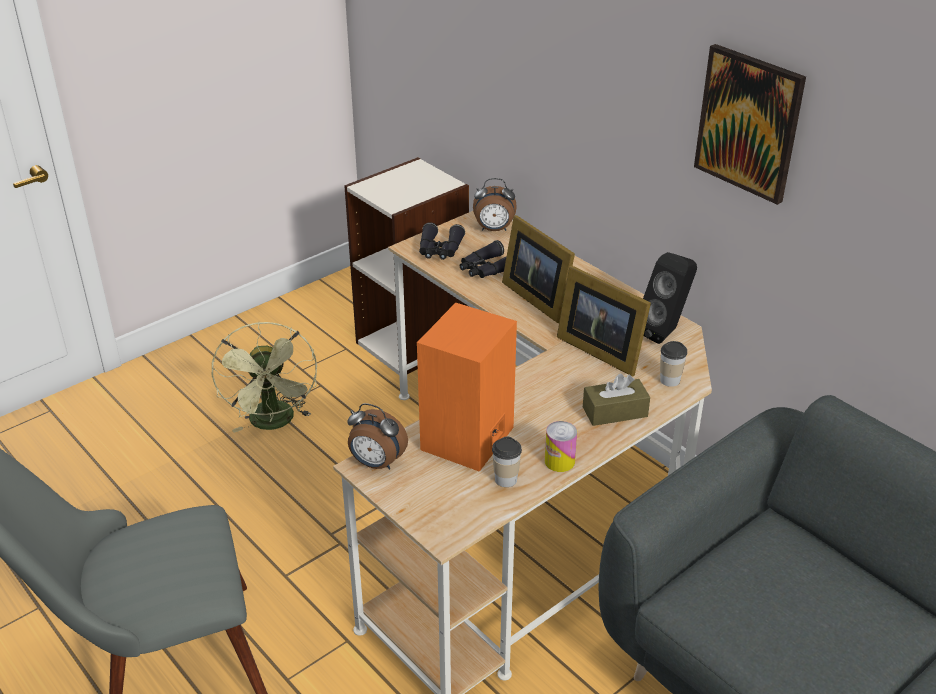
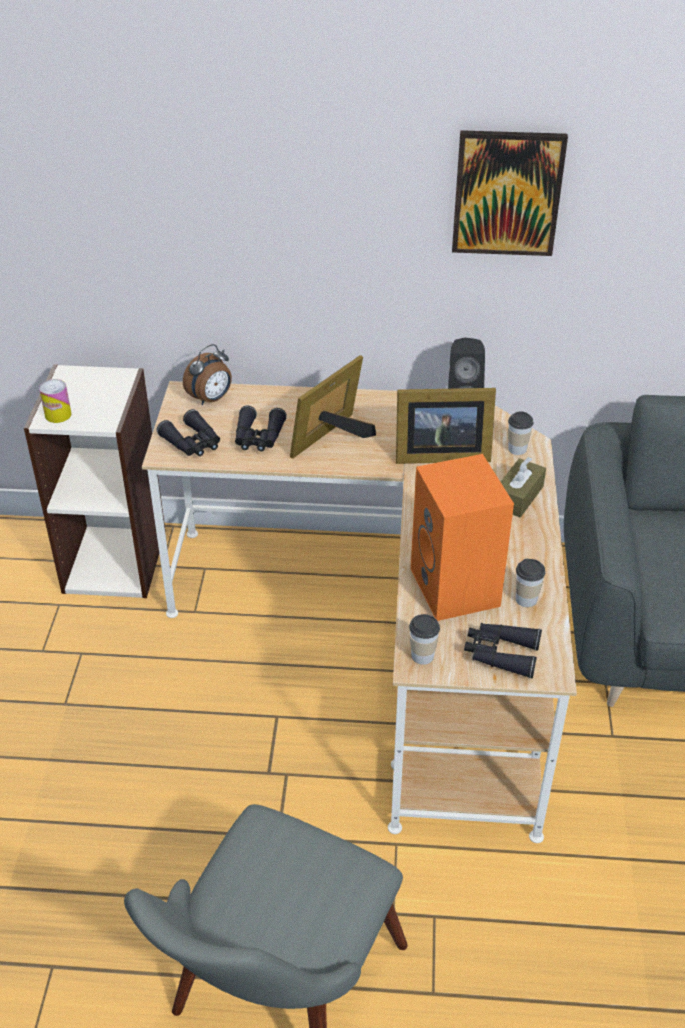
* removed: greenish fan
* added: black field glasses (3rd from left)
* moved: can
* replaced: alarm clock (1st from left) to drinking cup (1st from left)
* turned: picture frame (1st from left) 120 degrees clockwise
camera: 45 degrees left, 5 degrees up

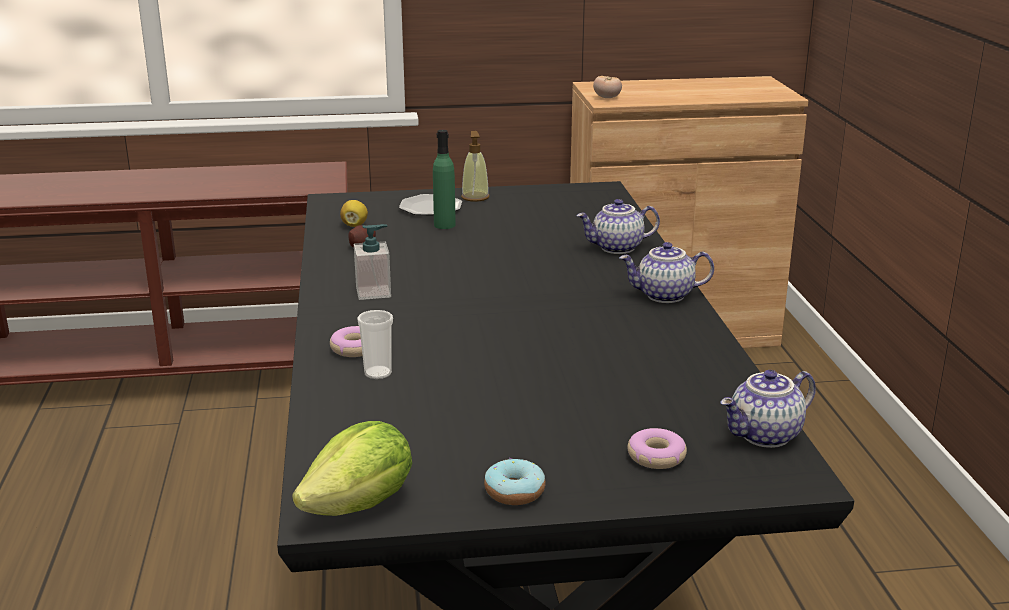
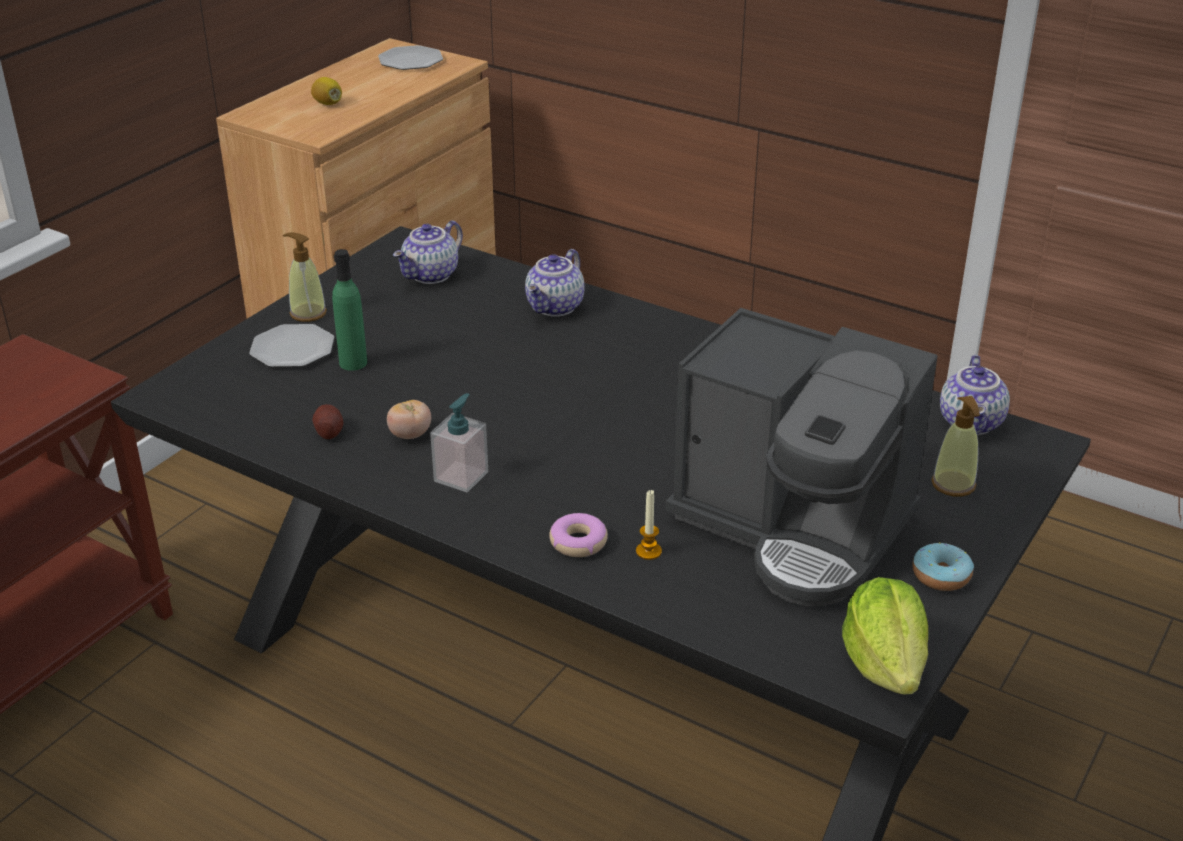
* added: dinner plate (2nd from left)
* added: coffee maker
* moved: lemon
* moved: fresh tomato
* moved: tea pot (2nd from left in the first image) to tea pot (1st from left)
* replaced: drinking cup to candle
* replaced: ring doughnut (3rd from left) to liquid soap bottle (3rd from left)
camera: 50 degrees left, 10 degrees up

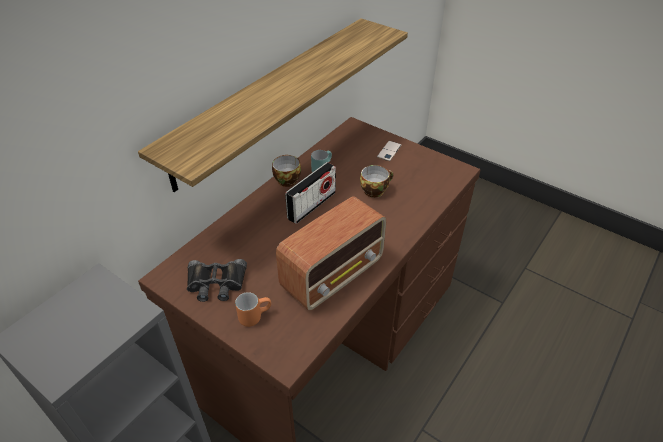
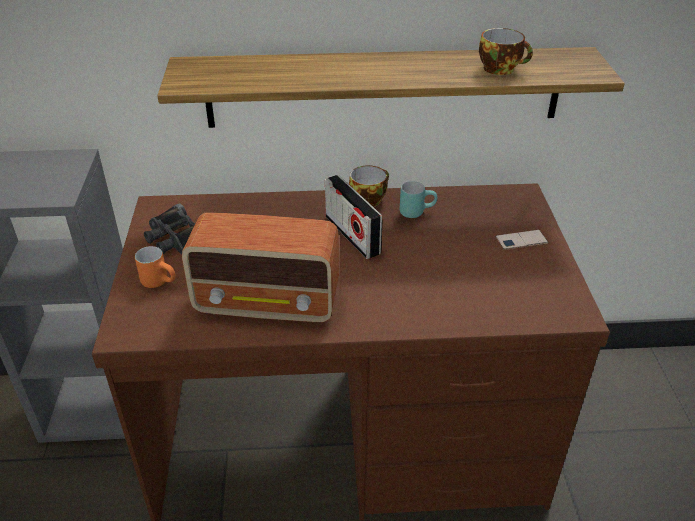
* moved: drinking cup (2nd from left)
* turned: radio set (1st from left in the first image) 60 degrees clockwise
camera: 50 degrees right, 5 degrees down

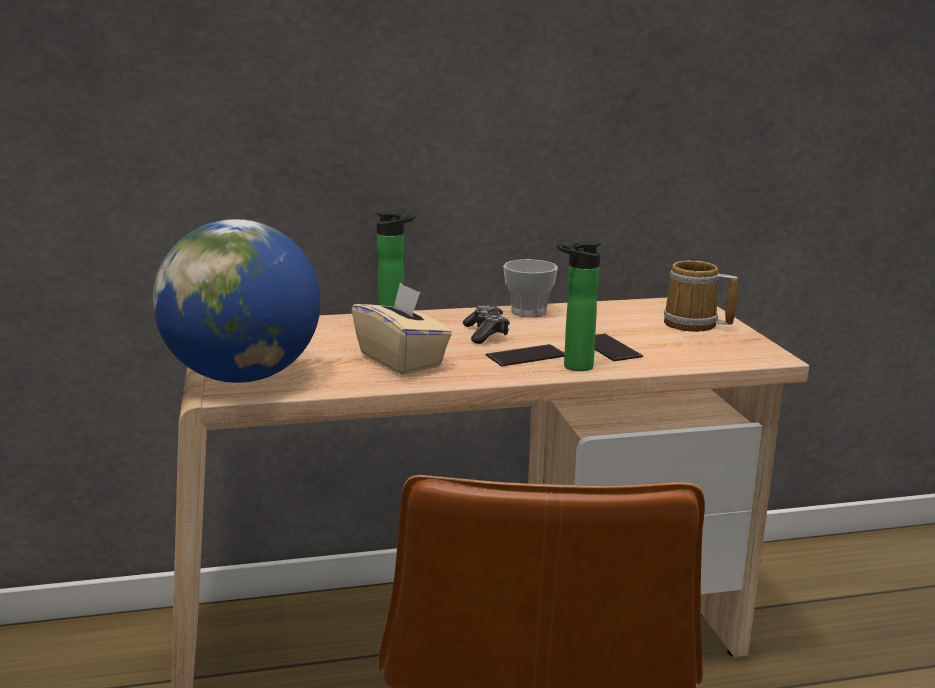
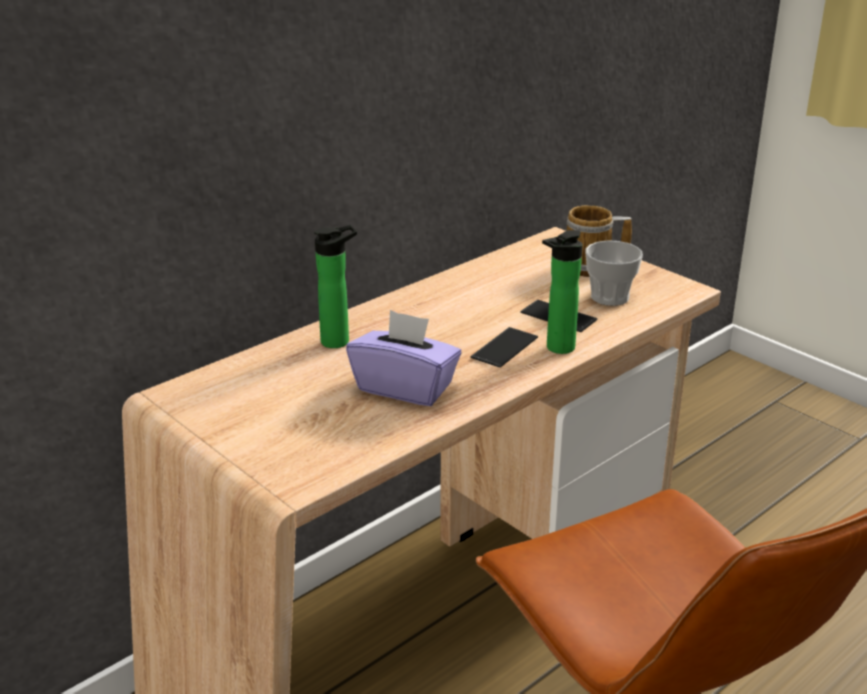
* removed: globe
* removed: game controller
* moved: drinking cup
* recoloured: beige box of tissues to purple box of tissues
camera: 30 degrees left, 10 degrees up

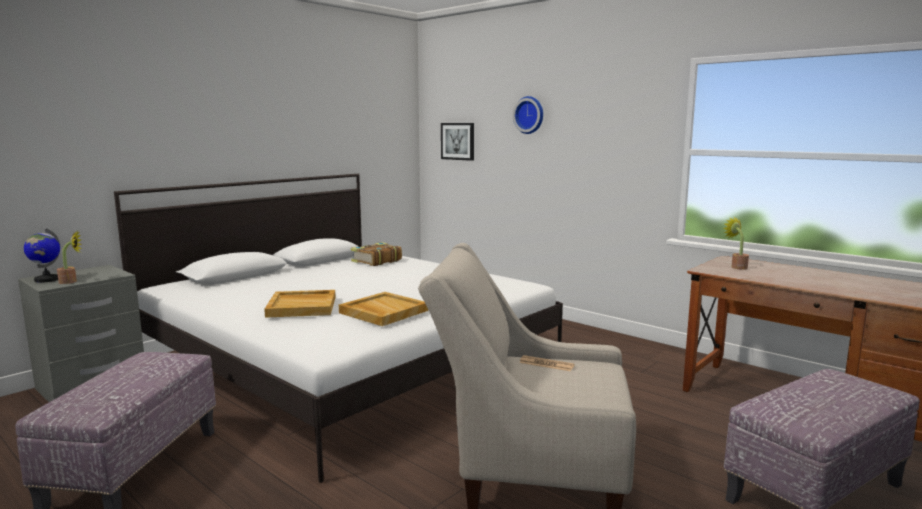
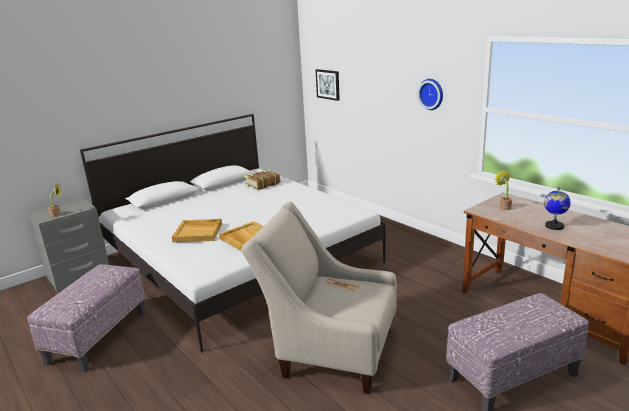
* moved: globe
* moved: hanging clock
camera: 10 degrees right, 10 degrees up

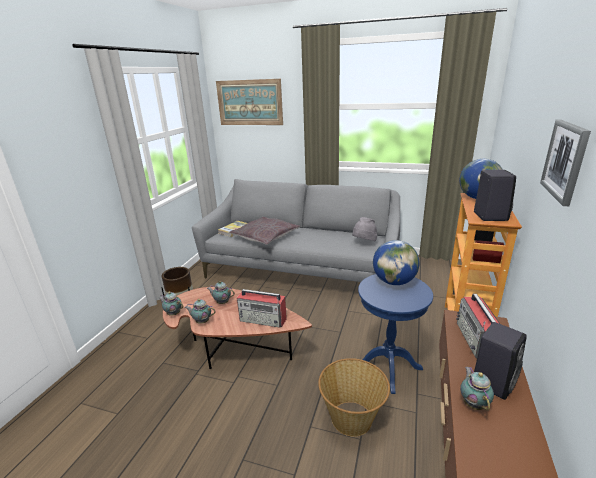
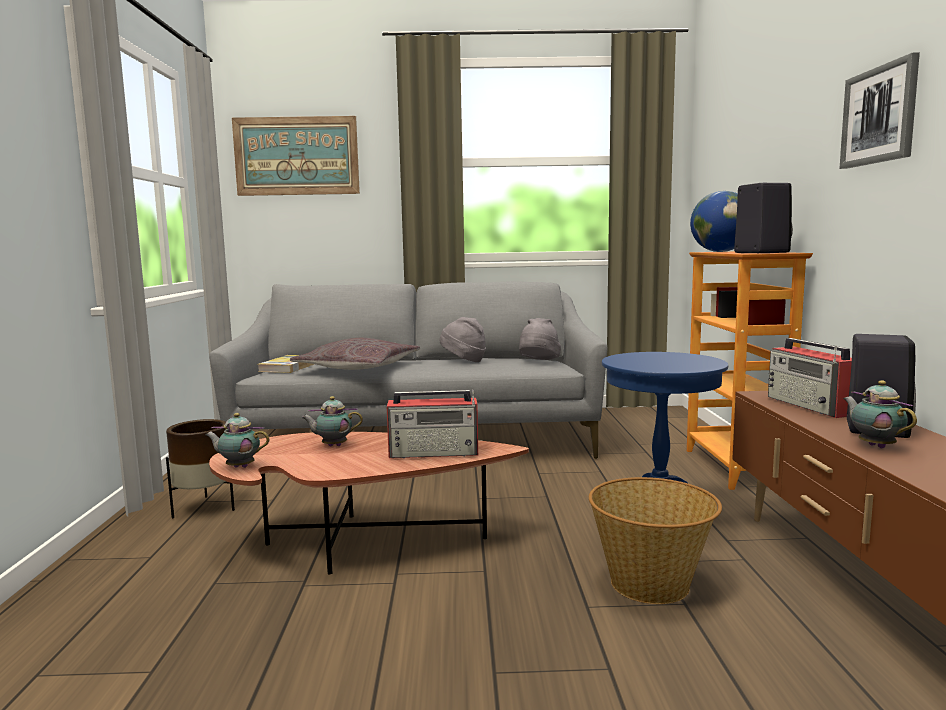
* removed: tea pot (2nd from left)
* removed: globe (1st from left)
* added: grey wearable hat (1st from left)
camera: 20 degrees left, 15 degrees down

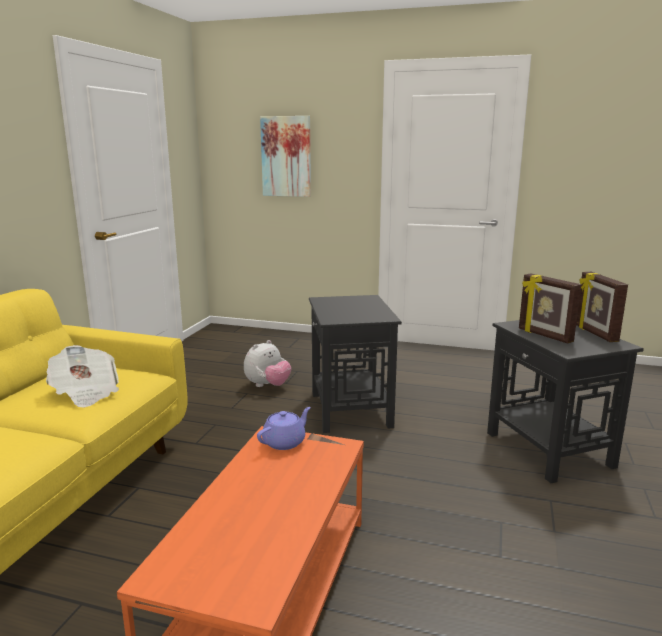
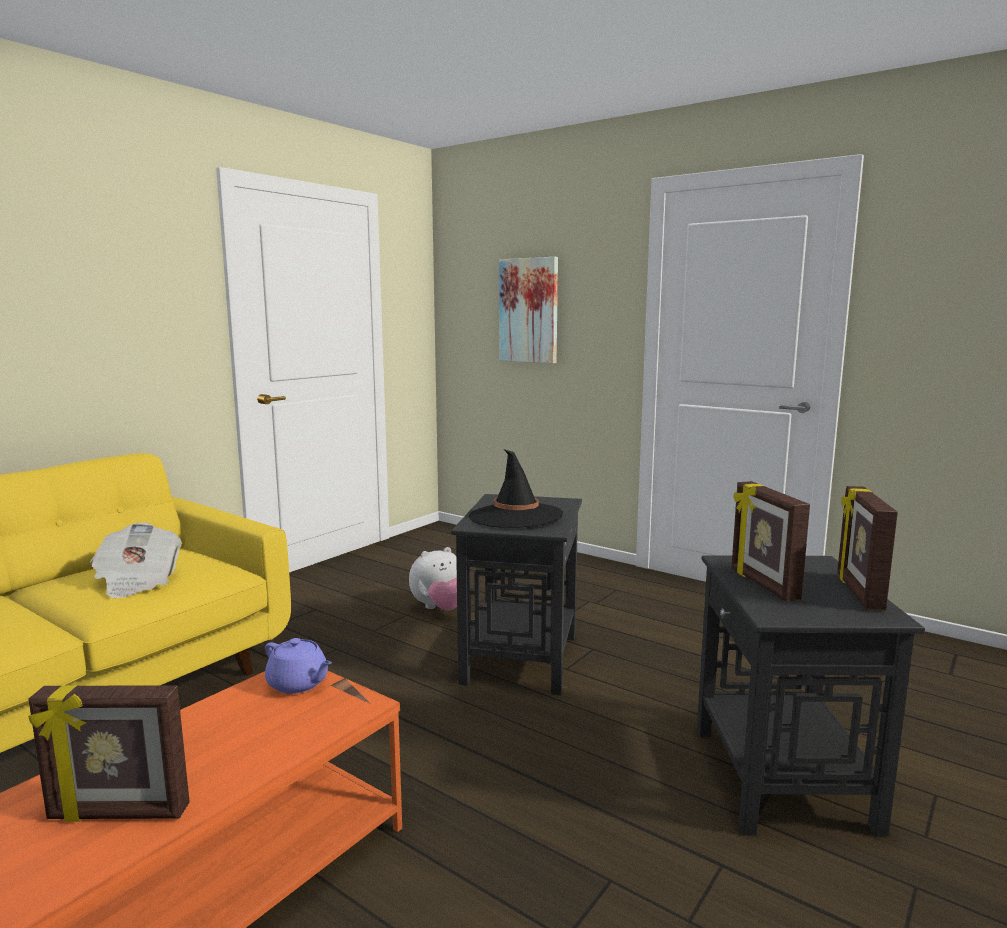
* added: picture frame (1st from left)
* added: black wearable hat
* turned: purple tea pot 60 degrees clockwise
camera: 20 degrees right, 5 degrees down

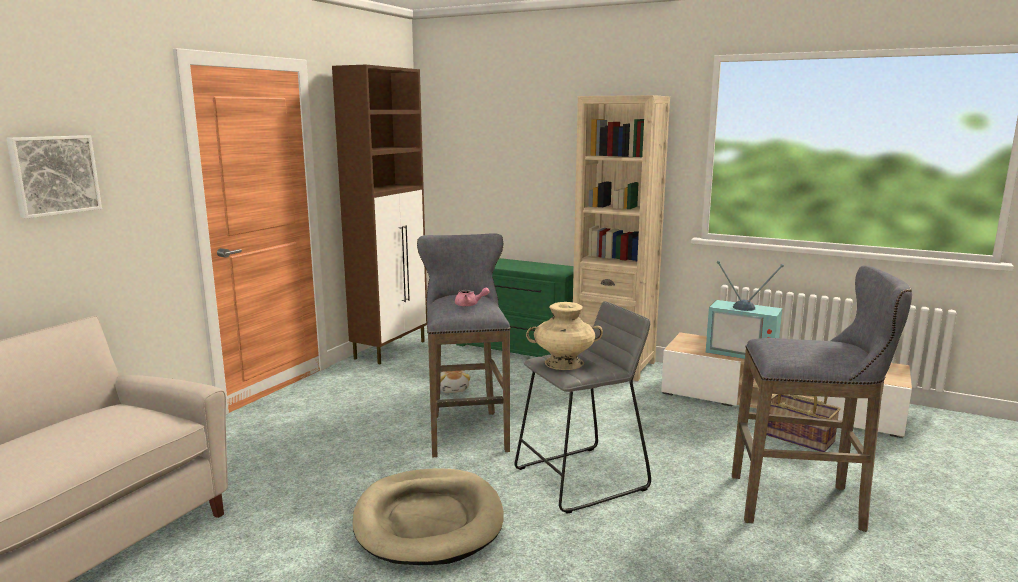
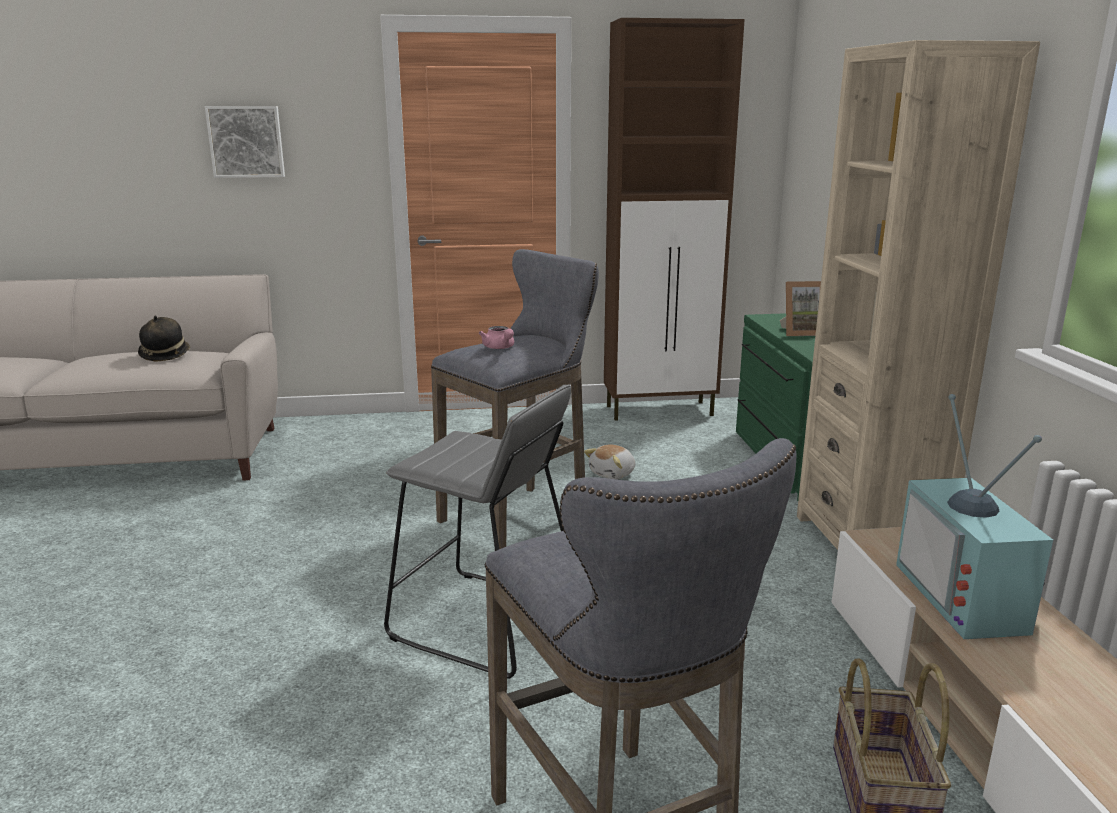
* removed: beige pet bed
* removed: beige flower vase
* added: wearable hat
* added: picture frame
camera: 55 degrees right, 5 degrees up

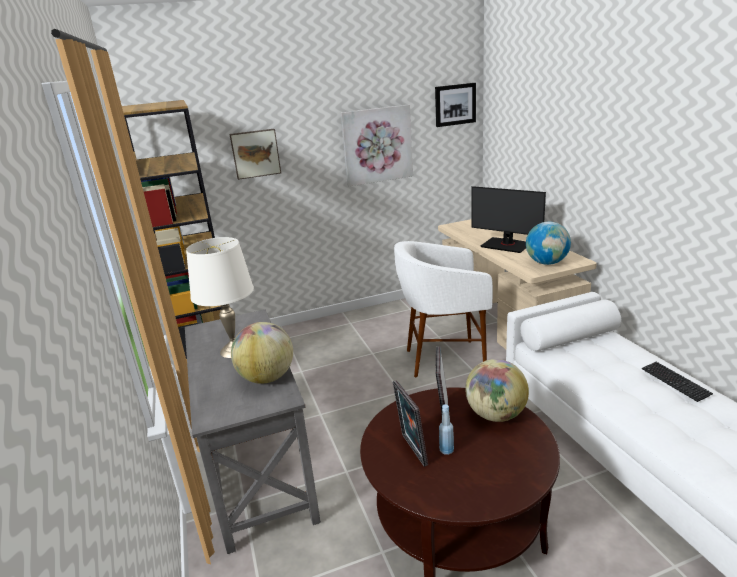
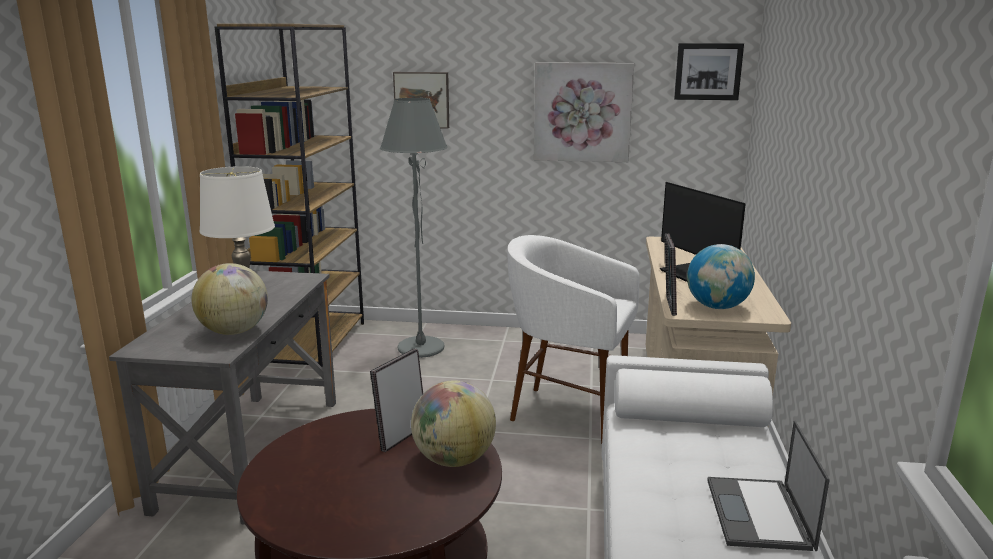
* removed: bluish bottle
* added: grey standard lamp
* moved: picture frame (1st from left in the first image) to picture frame (2nd from left)
* replaced: keyboard to laptop
camera: 25 degrees right, 5 degrees down

